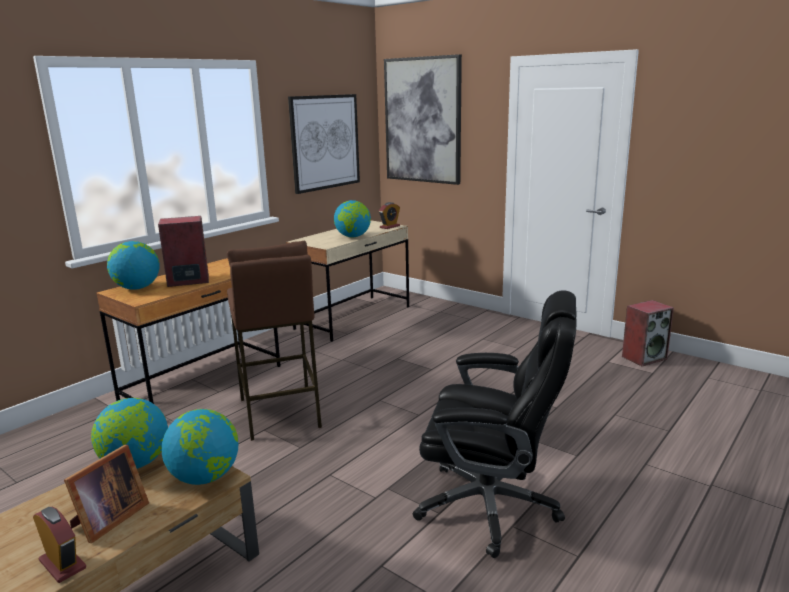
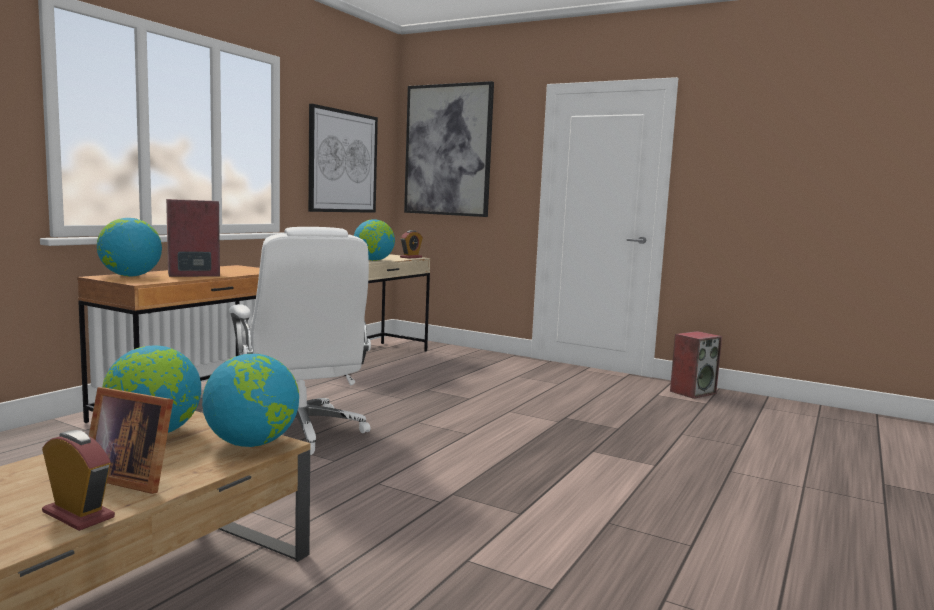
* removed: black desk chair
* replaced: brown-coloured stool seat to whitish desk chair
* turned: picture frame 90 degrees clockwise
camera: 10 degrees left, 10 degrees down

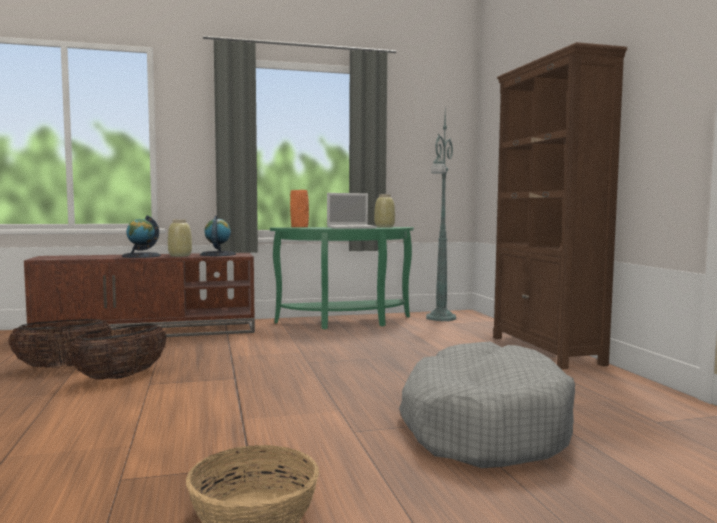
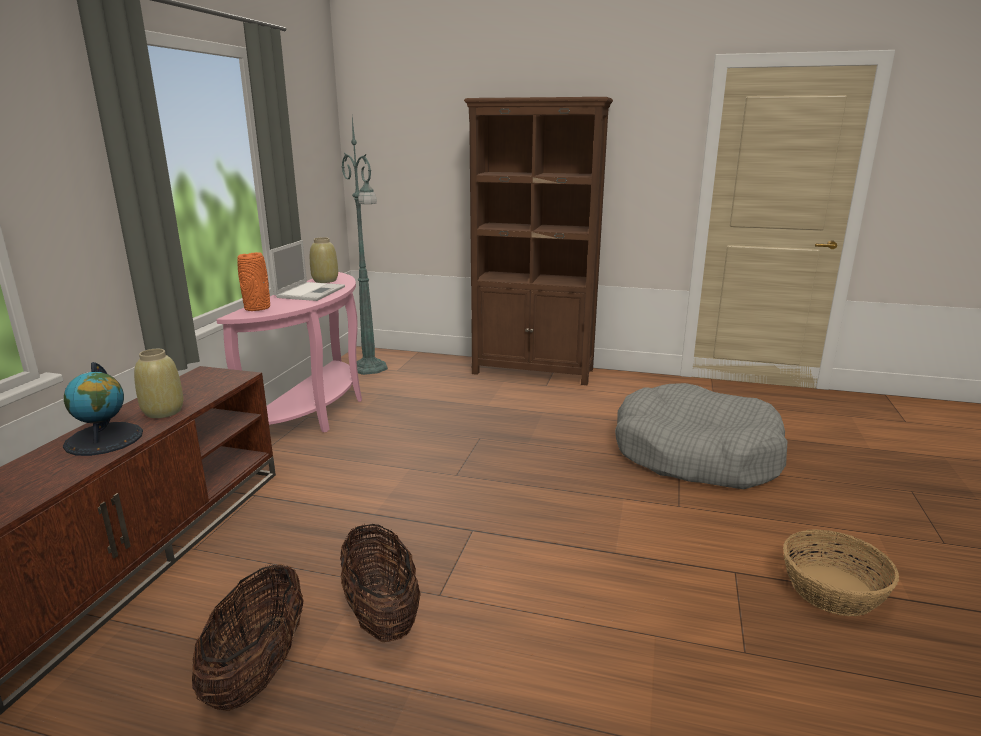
* removed: globe (2nd from left)
* recoloured: greenish console table to pink console table
camera: 60 degrees left, 15 degrees up

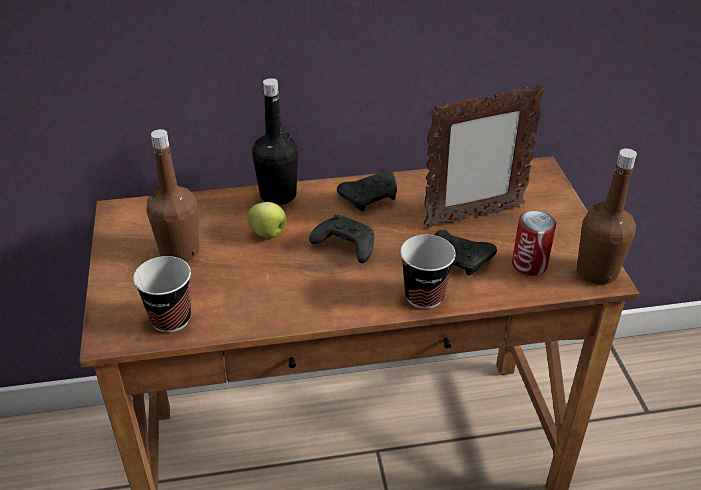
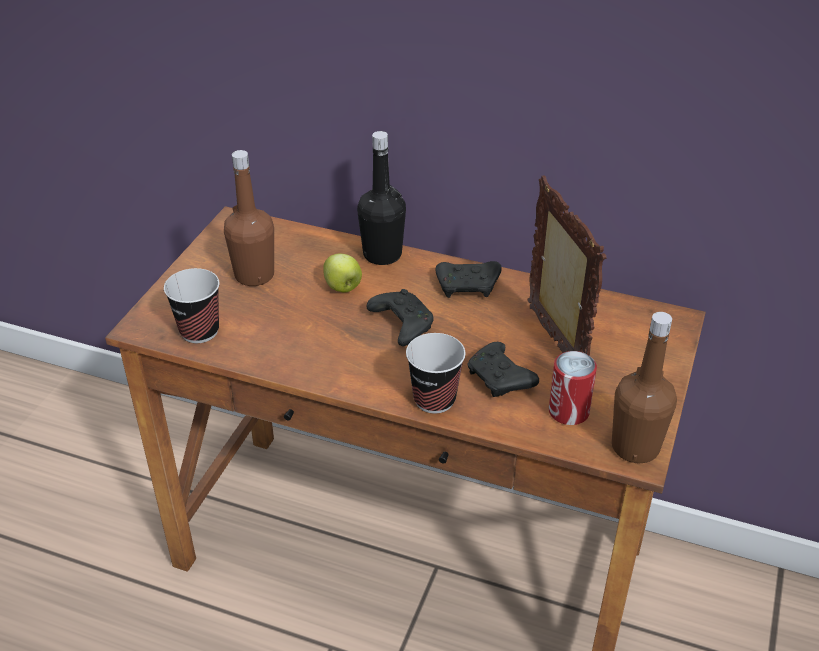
* turned: picture frame 120 degrees counterclockwise
camera: 30 degrees right, 0 degrees up

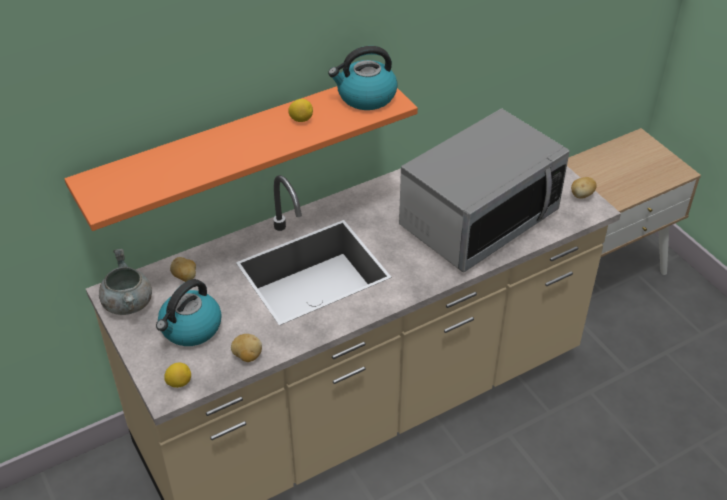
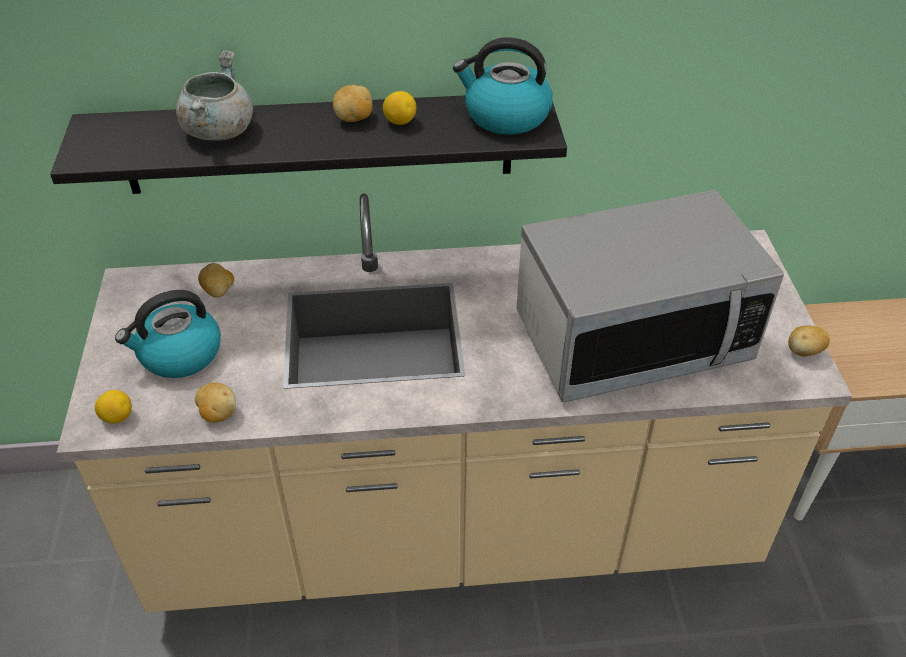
* added: whole potato (3rd from left)
* moved: grey cooking pot
* recoloured: orange shelf to black shelf
camera: 25 degrees right, 0 degrees up

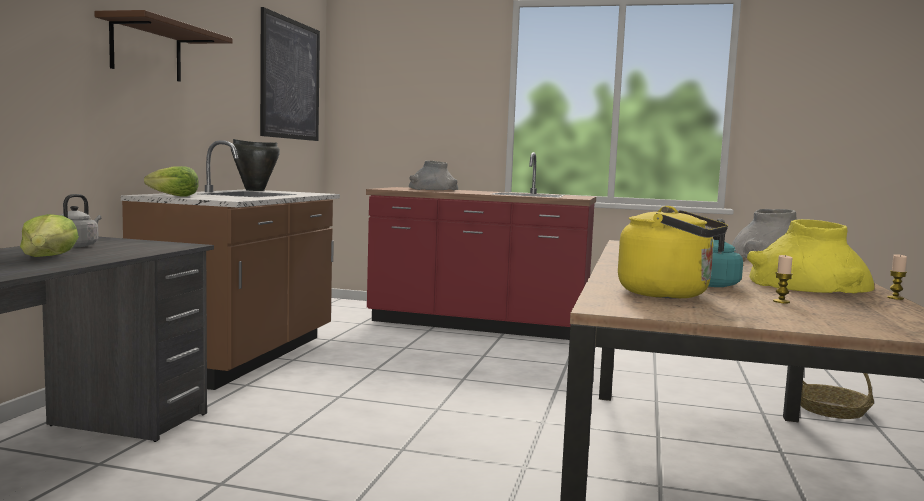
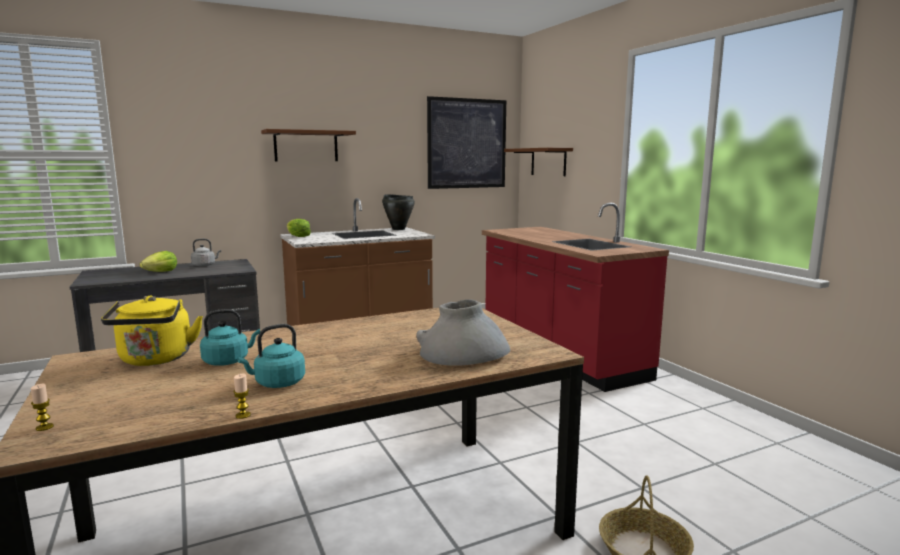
* removed: grey flower vase (1st from left)
* added: brown-coloured shelf (2nd from left)
* moved: candle (1st from left)
* replaced: yellowish flower vase to turquoise water kettle (2nd from left)
camera: 50 degrees right, 5 degrees up

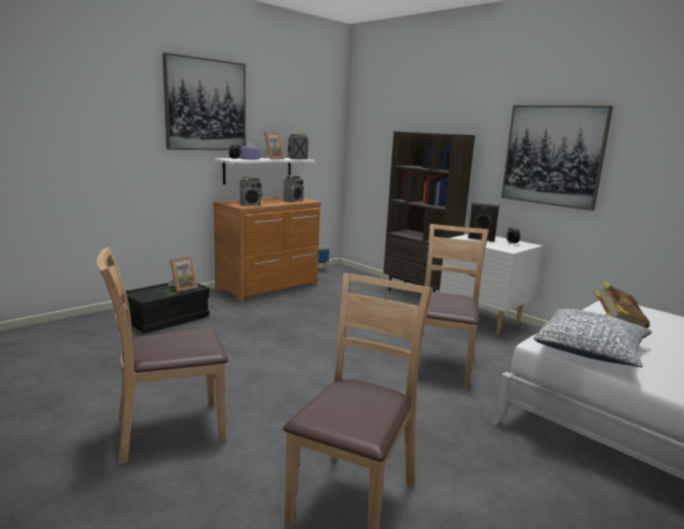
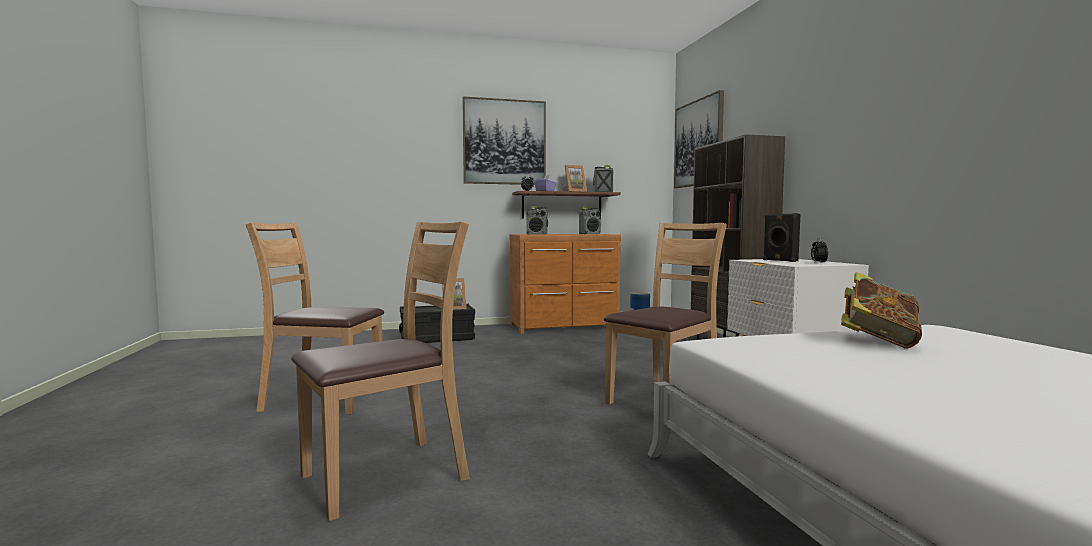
* removed: cushion
* moved: wall picture (2nd from left)
* recoloured: whitish shelf to brown-coloured shelf
camera: 30 degrees right, 10 degrees down

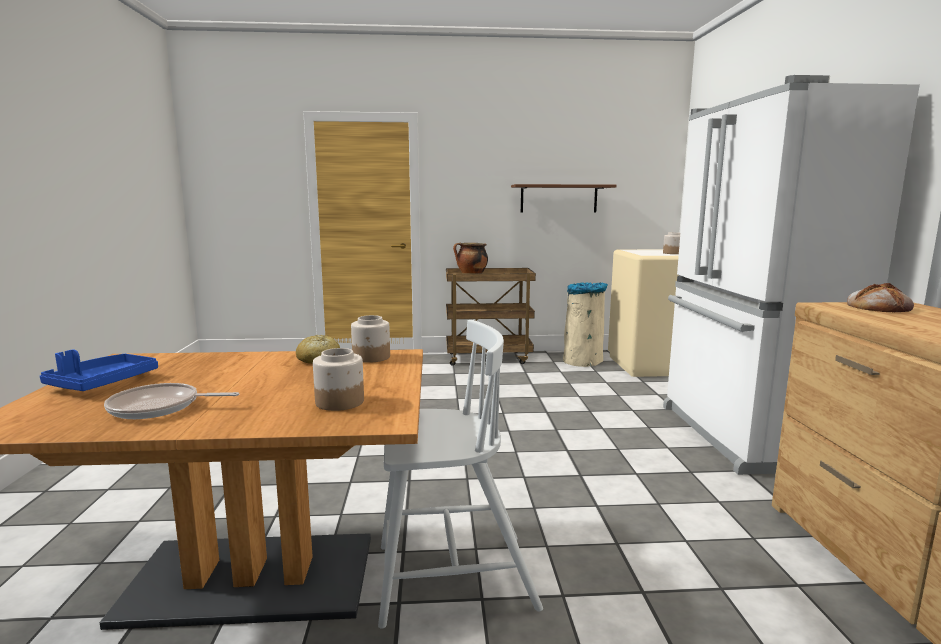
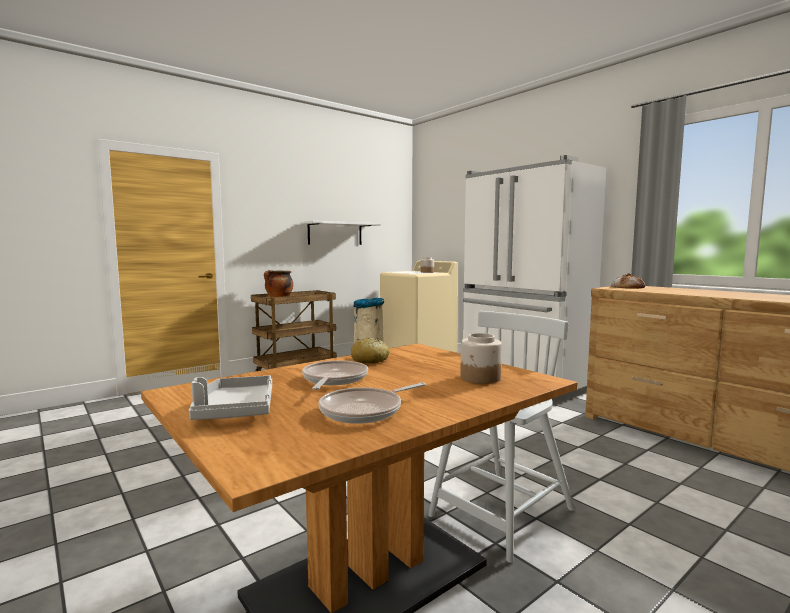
* removed: storage jar (2nd from left)
* added: frying pan (1st from left)
* recoloured: bluish tray to grey tray
* recoloured: brown-coloured shelf to whitish shelf
camera: 35 degrees left, 5 degrees down

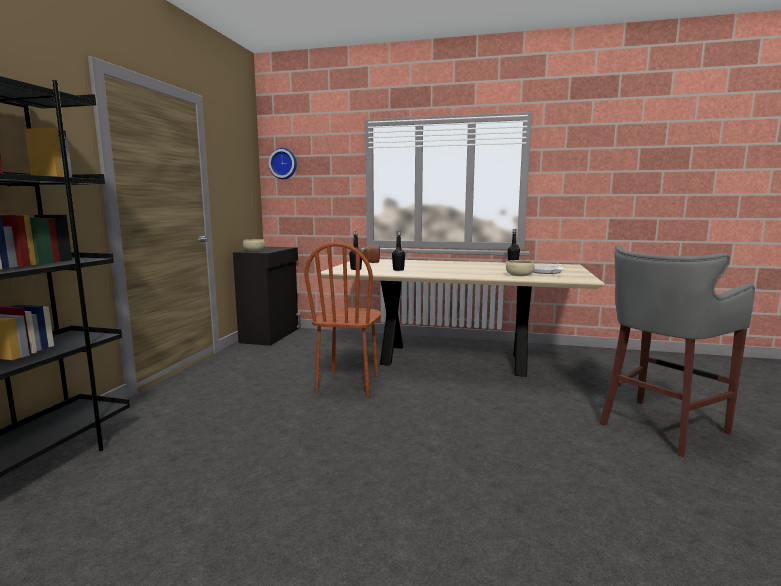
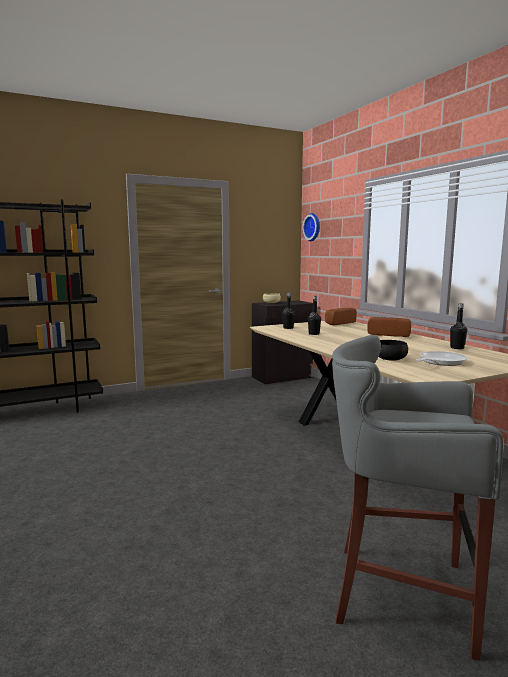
* removed: brown-coloured chair
* added: bread (2nd from left)
* recoloured: beige bowl (2nd from left) to black bowl
camera: 50 degrees right, 0 degrees up

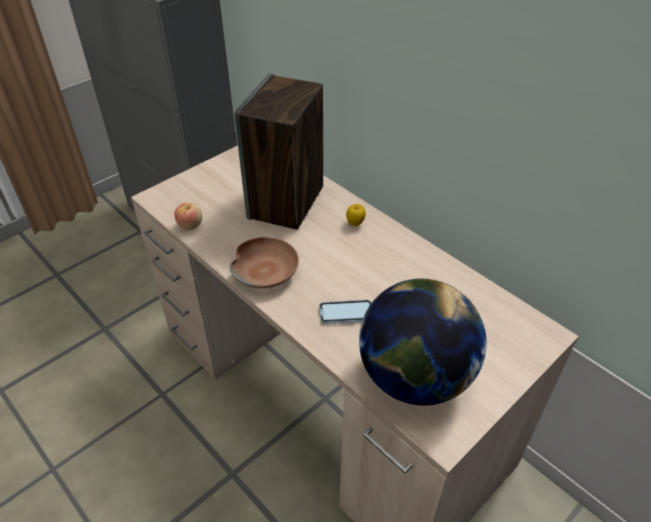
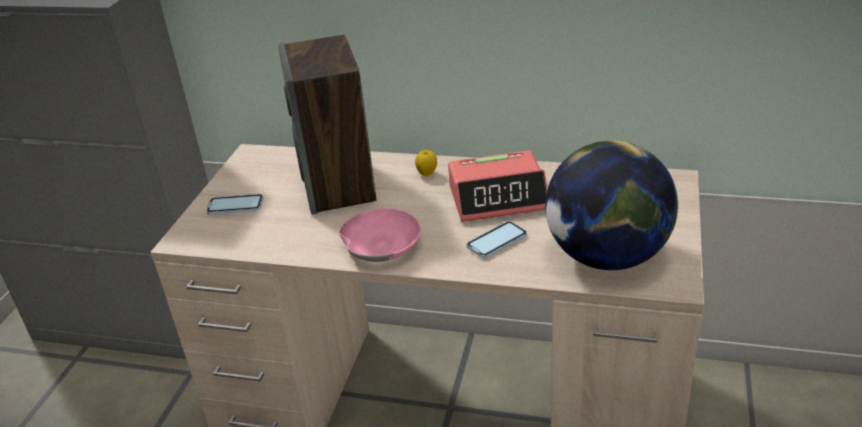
* removed: whole apple (1st from left)
* added: phone (1st from left)
* added: alarm clock
* recoloured: brown-coloured bowl to pink bowl
camera: 30 degrees left, 10 degrees down

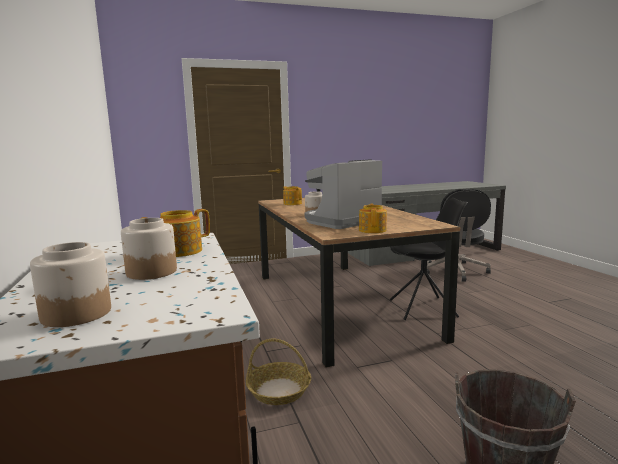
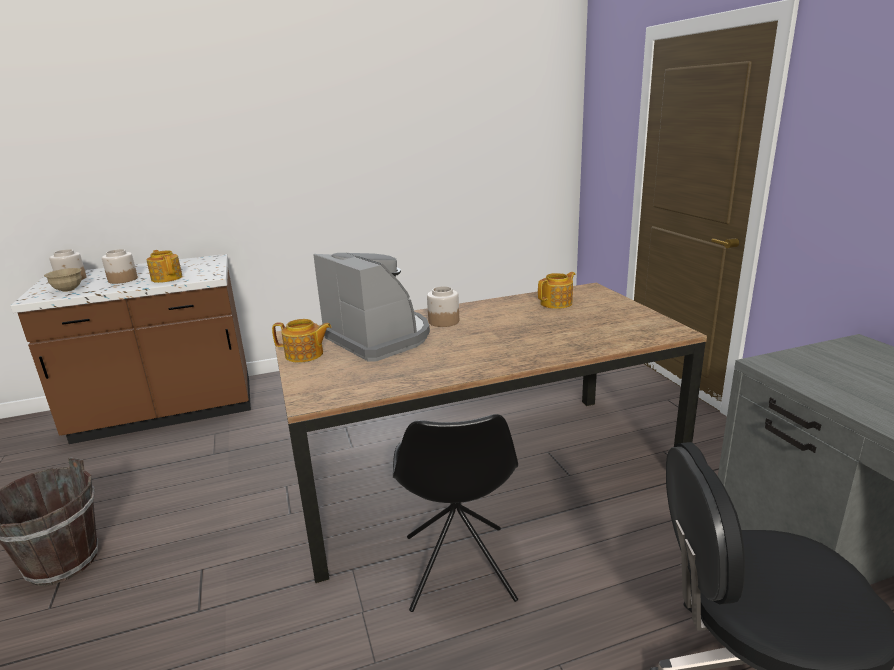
* removed: household basket
* added: beige bowl
camera: 90 degrees right, 10 degrees up

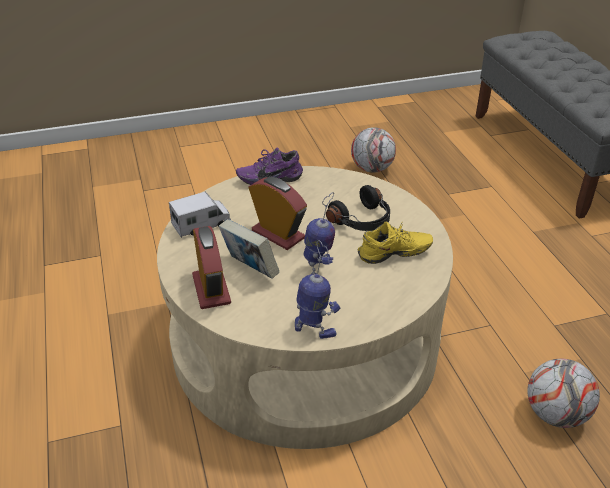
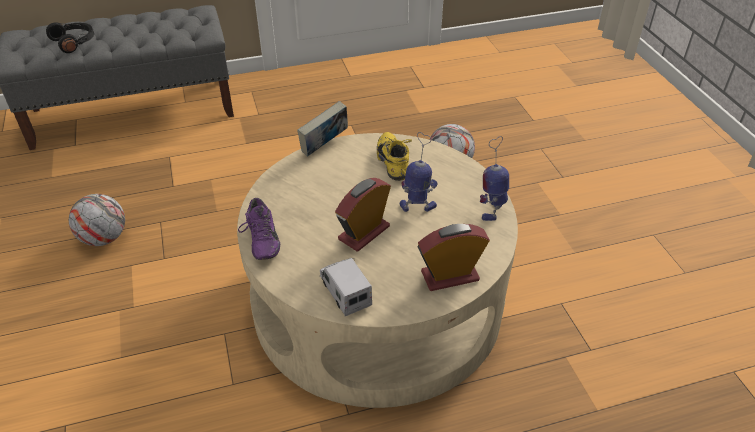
* moved: book
* moved: black pair of headphones
camera: 90 degrees left, 5 degrees up

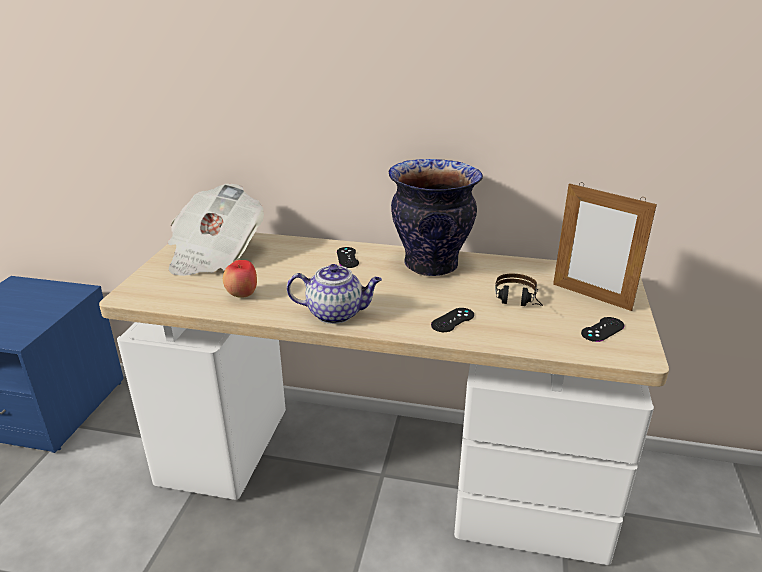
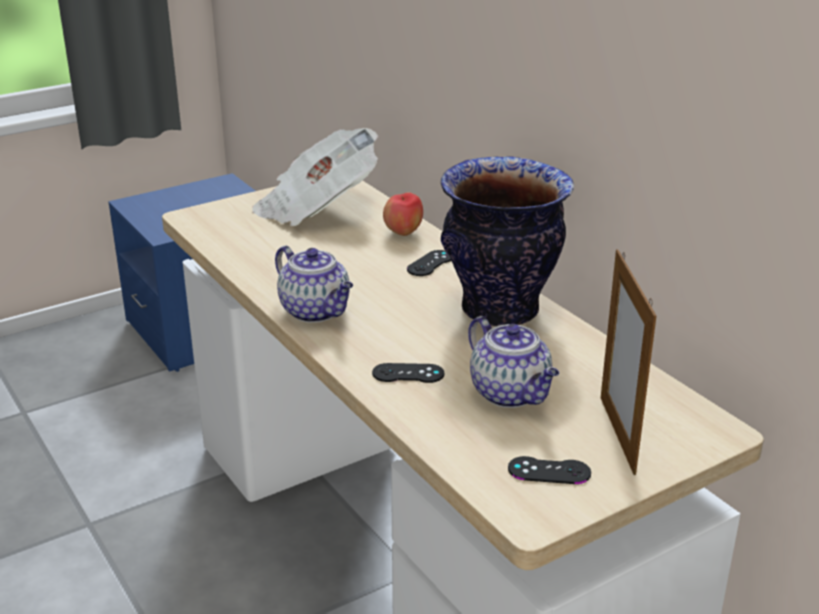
* moved: whole apple
* replaced: pair of headphones to tea pot (2nd from left)
camera: 45 degrees right, 0 degrees up

